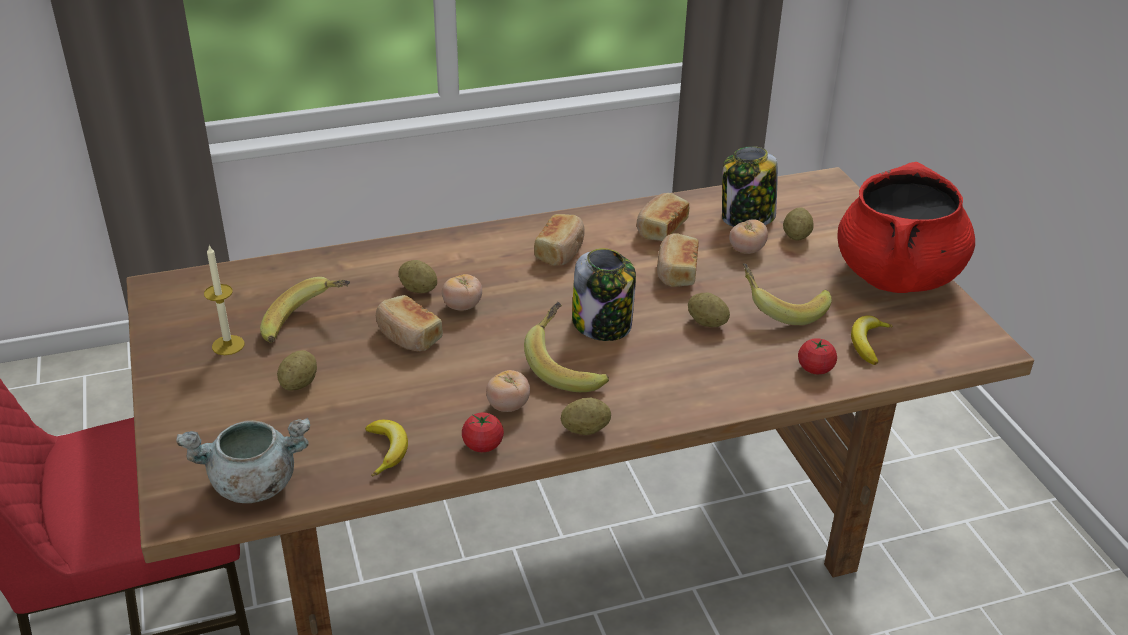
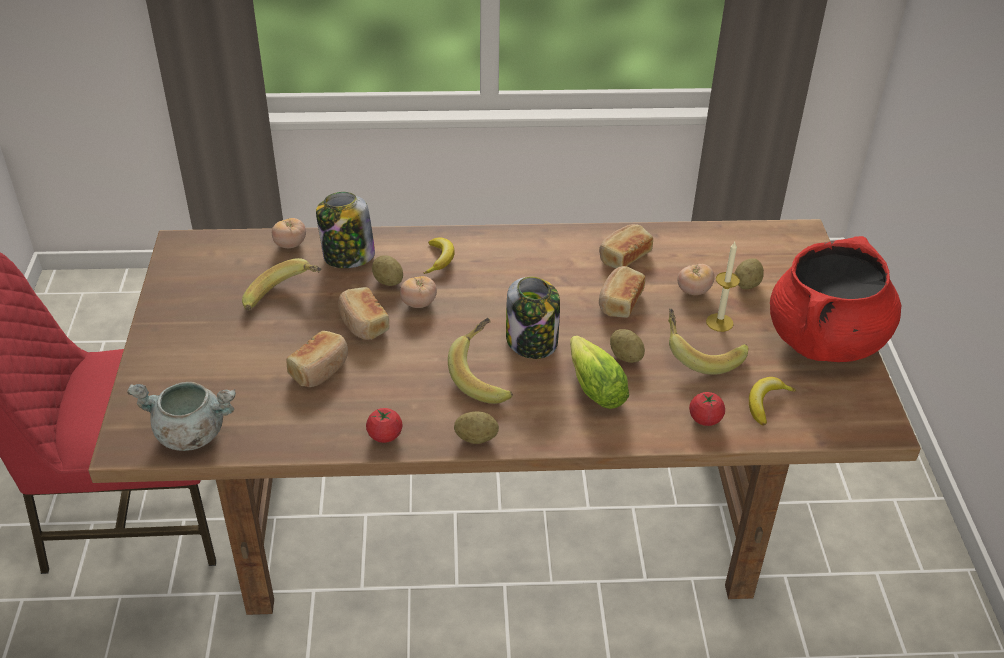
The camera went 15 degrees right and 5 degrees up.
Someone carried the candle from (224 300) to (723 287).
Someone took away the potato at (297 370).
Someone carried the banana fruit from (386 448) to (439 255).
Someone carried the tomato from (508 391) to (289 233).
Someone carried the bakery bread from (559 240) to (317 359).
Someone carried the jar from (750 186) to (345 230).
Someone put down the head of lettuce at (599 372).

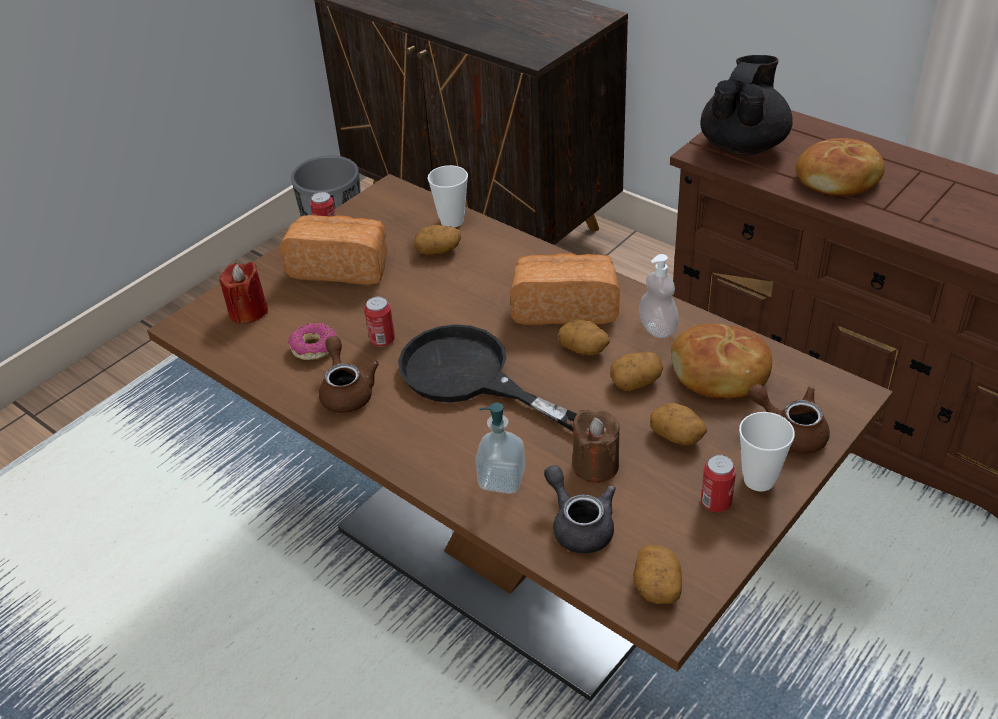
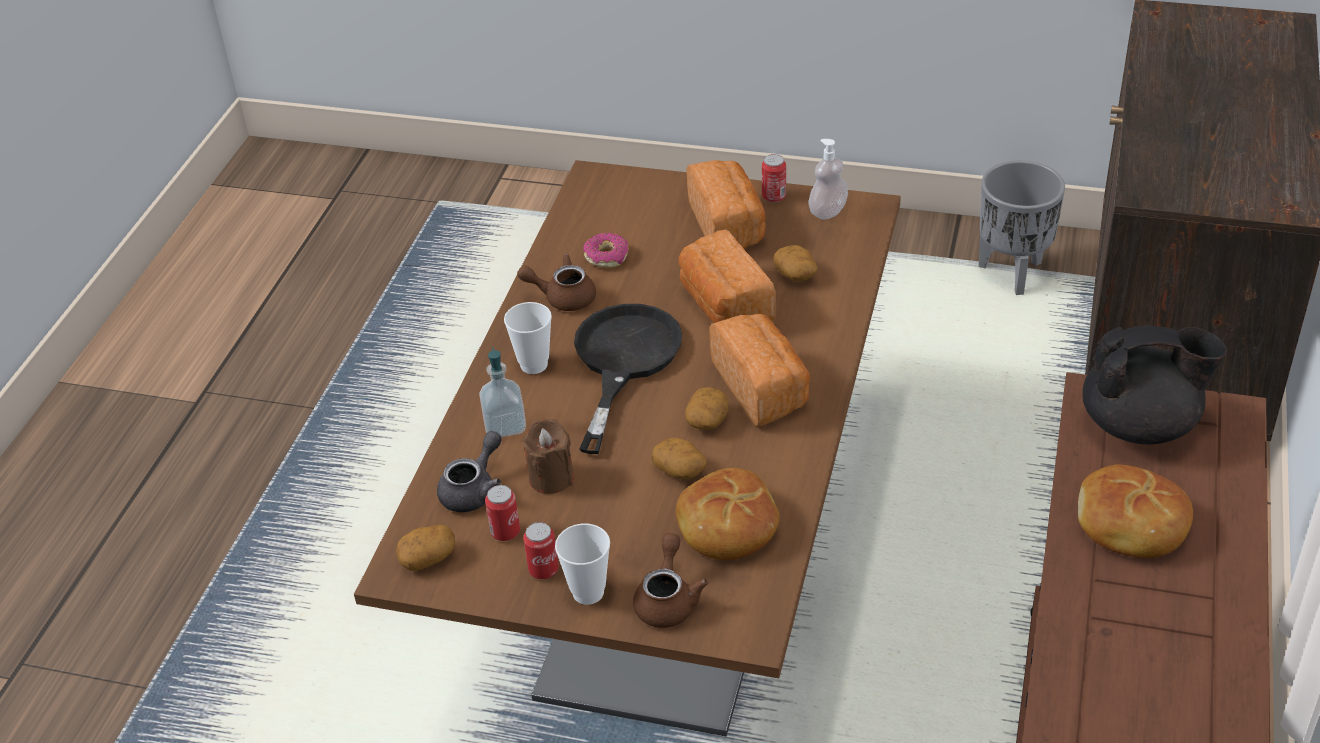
The camera went 65 degrees right and 0 degrees up.
Someone took away the red-coloured candle at (243 293).
Someone rotated the brown teapot at (349 374) by 135 degrees counterclockwise.
Someone carried the can from (379 322) to (502 513).
Someone carried the drinking cup from (448 196) to (528 338).
Someone carried the soap bottle from (659 296) to (828 179).
Someone took away the potato at (678 424).
Someone put down the bakery bread at (727 276).

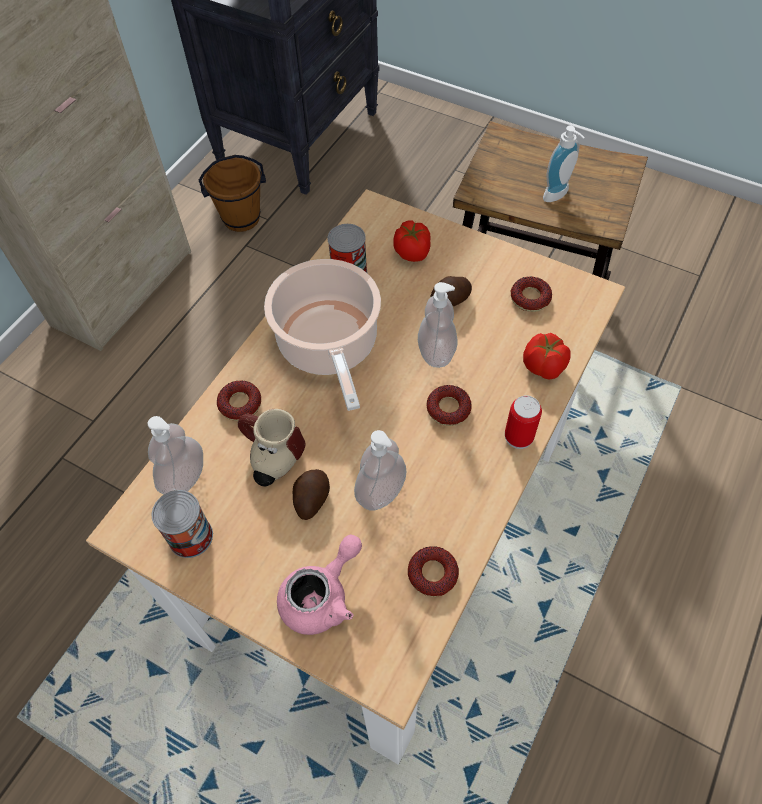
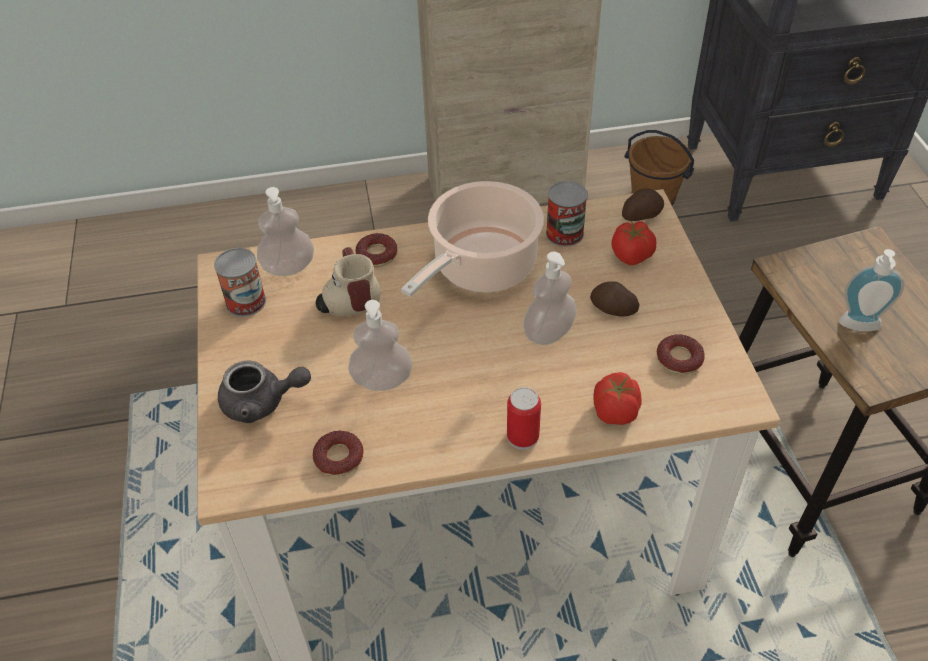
The camera went 50 degrees right and 10 degrees down.
Someone repainted the pink teapot at (319 585), which became the gray teapot at (264 391).
Someone carried the potato from (311 494) to (643 204).
Someone took away the donut at (449 405).

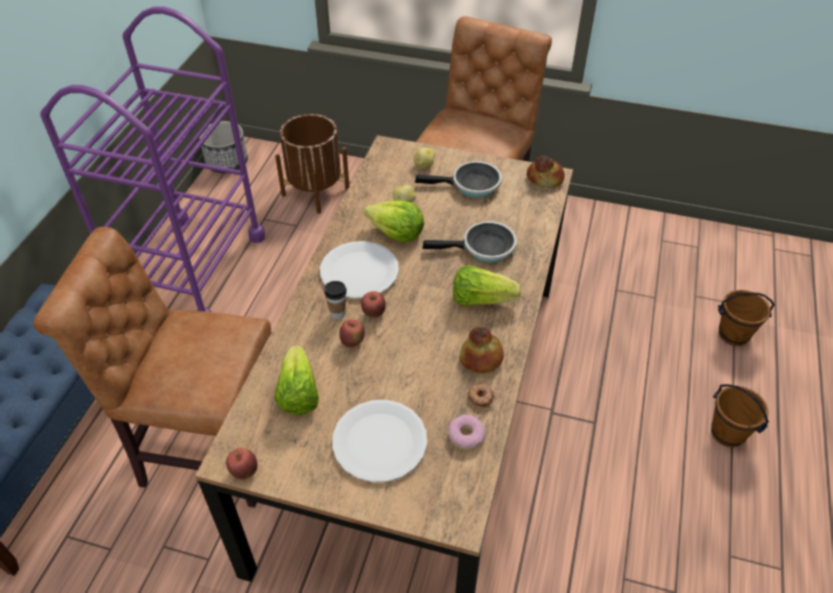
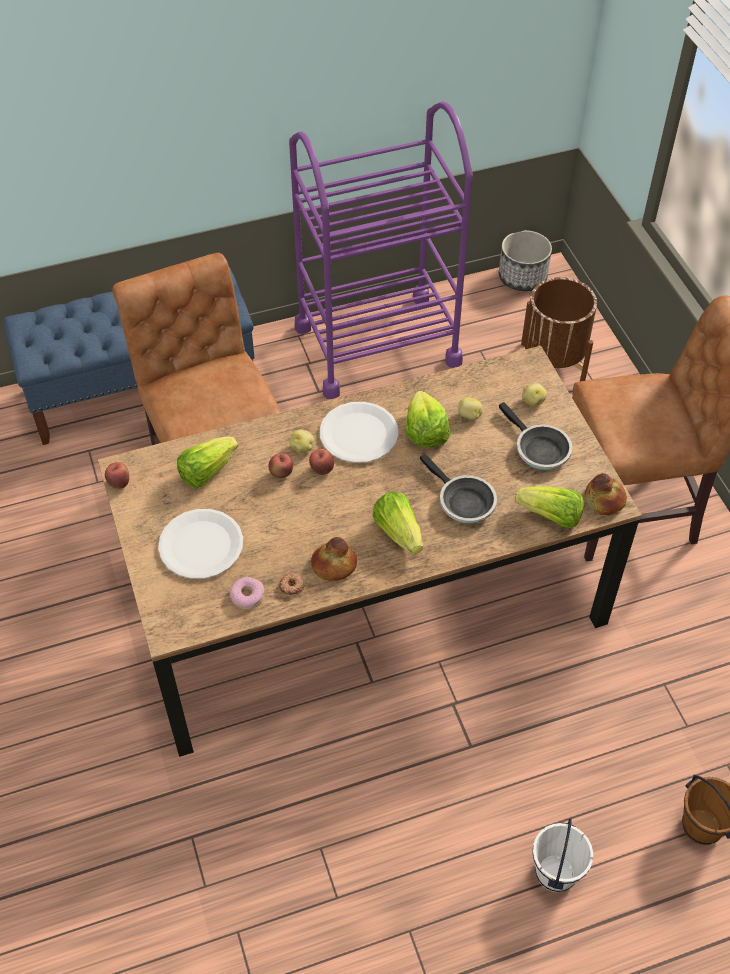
The camera went 55 degrees right and 5 degrees up.
Someone swapped the drinking cup at (335 300) for the potato at (302 441).
Someone repainted the brown pail at (740 415), which became the white-coloured pail at (562 855).
Someone put down the head of lettuce at (549 507).

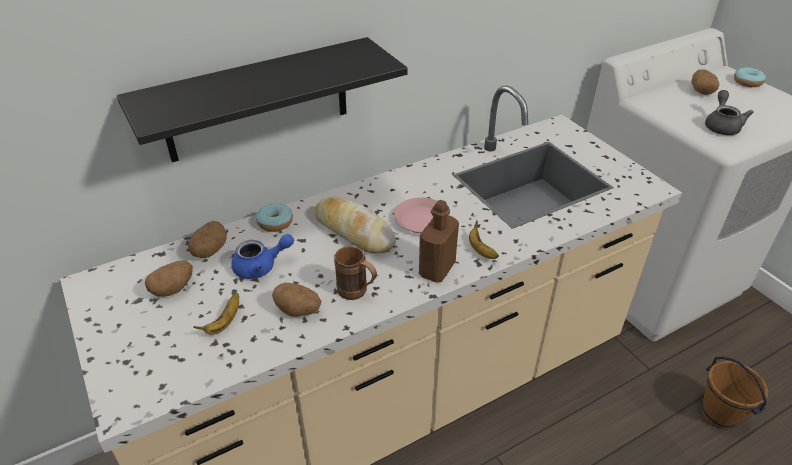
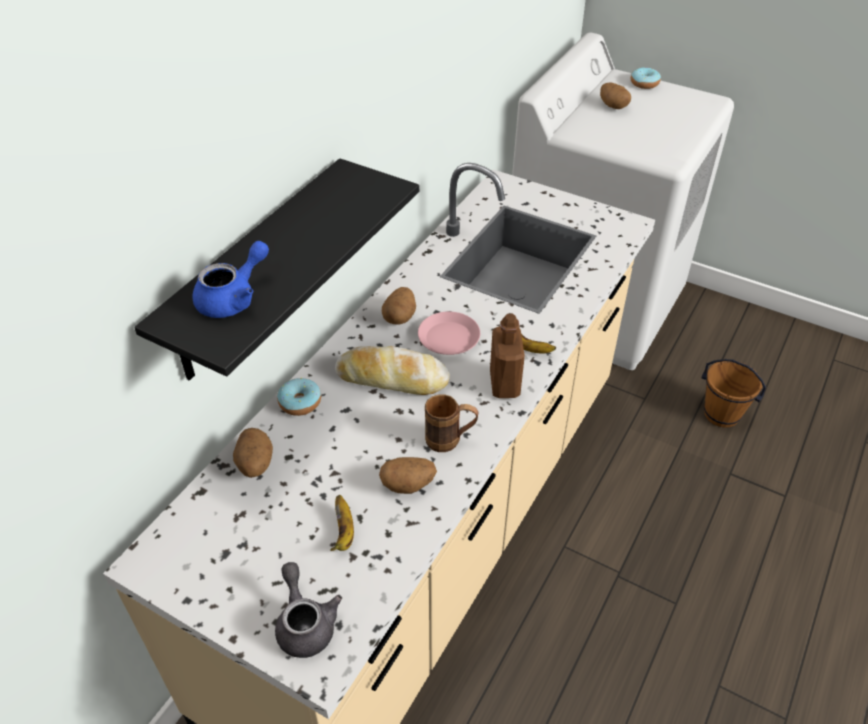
The camera went 30 degrees left and 5 degrees up.
Someone carried the potato from (169 279) to (399 306).
Someone carried the bluish teapot from (262 256) to (231 279).
Someone carried the gray teapot from (729 112) to (308 610).

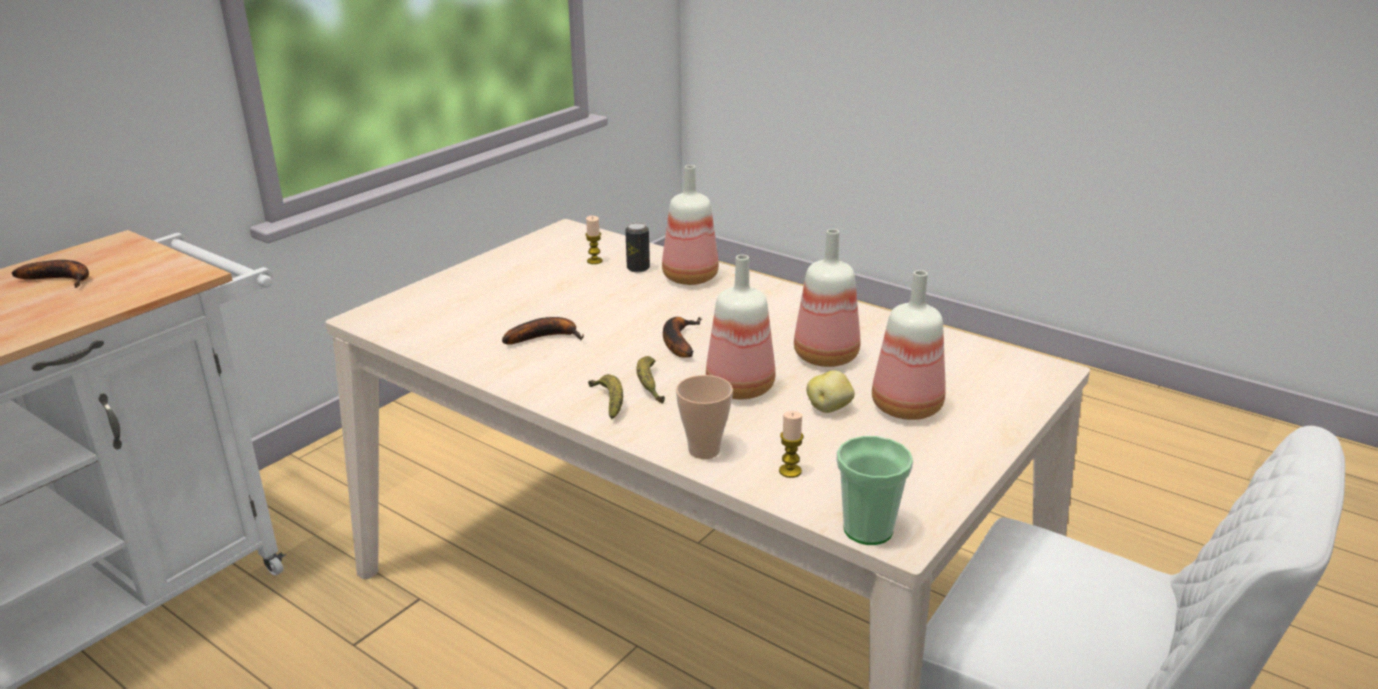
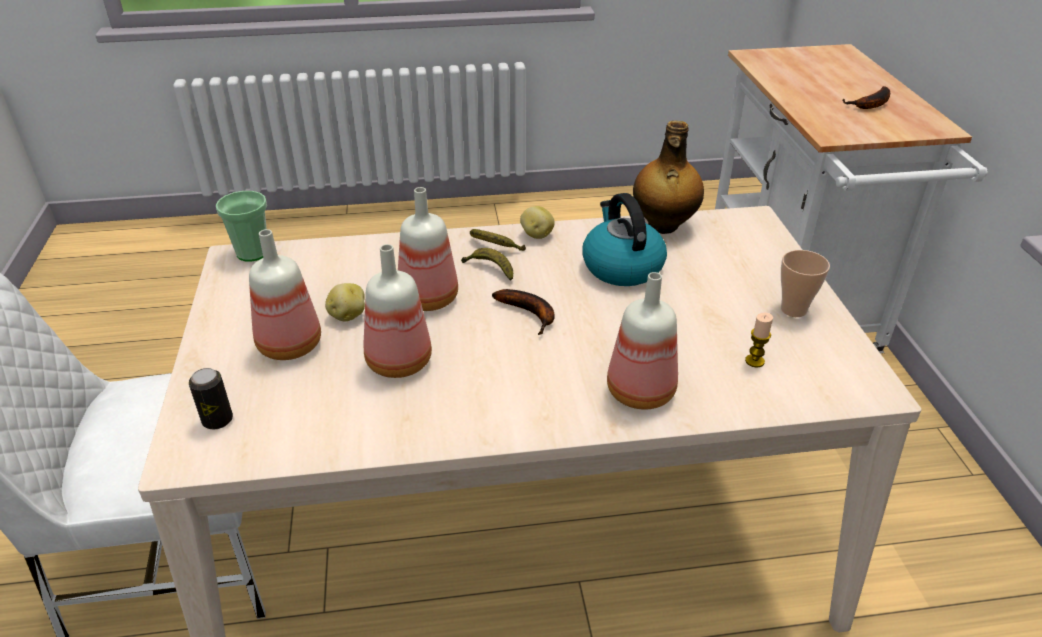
The camera went 135 degrees right and 10 degrees up.
Someone swapped the banana fruit at (543 331) for the water kettle at (624 239).
Someone carried the can from (637 248) to (211 398).
Someone carried the drinking cup from (704 417) to (805 283).
Someone took away the candle at (791 444).
Someone put down the potato at (537 222).
Someone put down the drink bottle at (668 177).

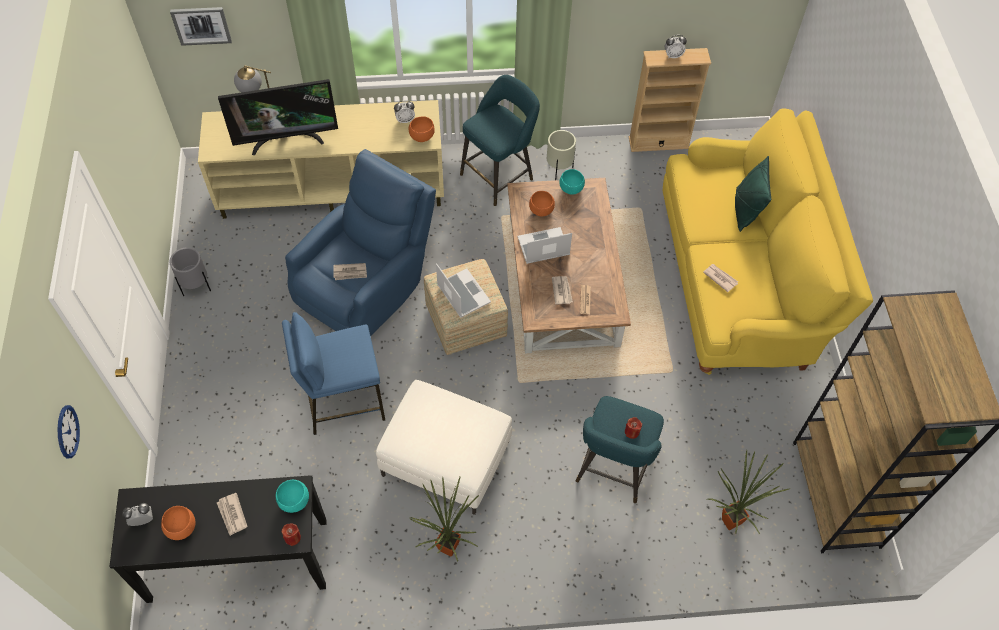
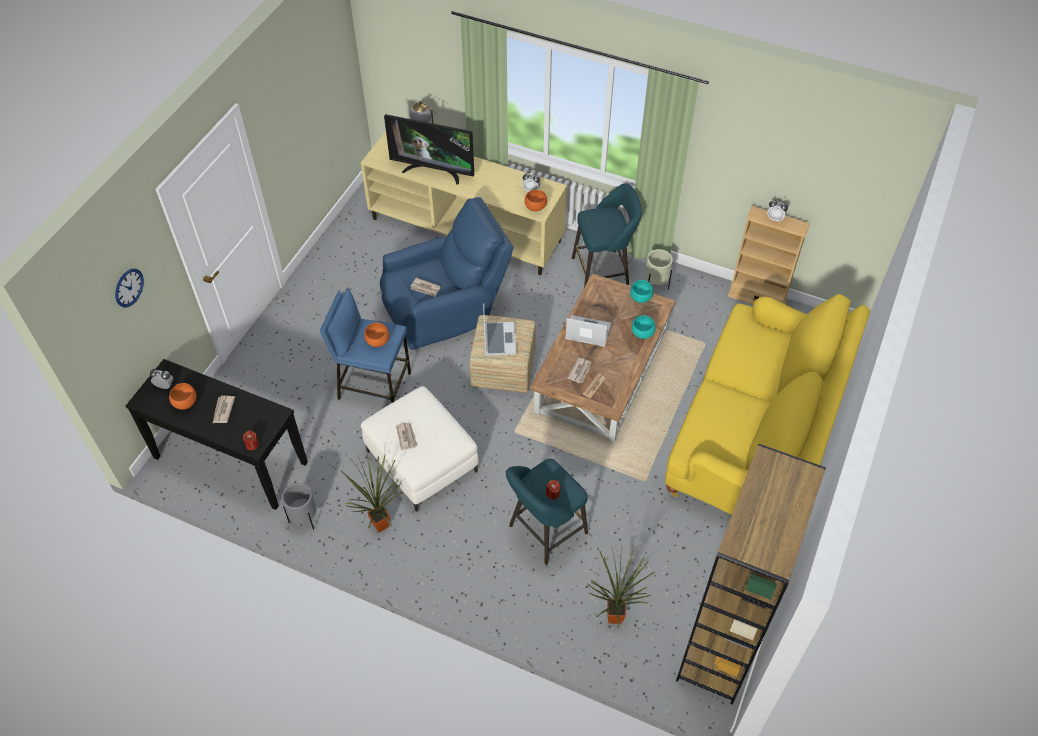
The camera went 30 degrees right and 5 degrees down.
Someone took away the wall art at (201 26).
Someone carried the gray plant pot from (190 271) to (299 506).
Someone carried the turquoise bowl from (292 496) to (644 327).
Someone carried the orange bowl from (542 203) to (376 334).
Someone carried the daily paper from (720 278) to (407 436).
Someone took away the greenish pillow at (753 194).

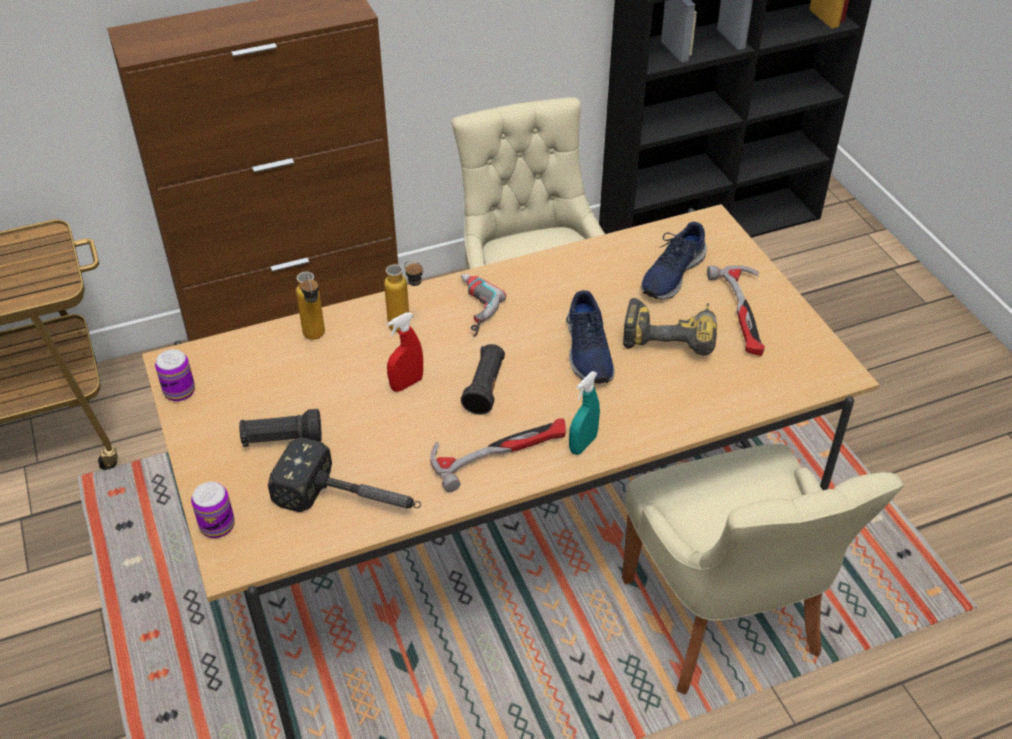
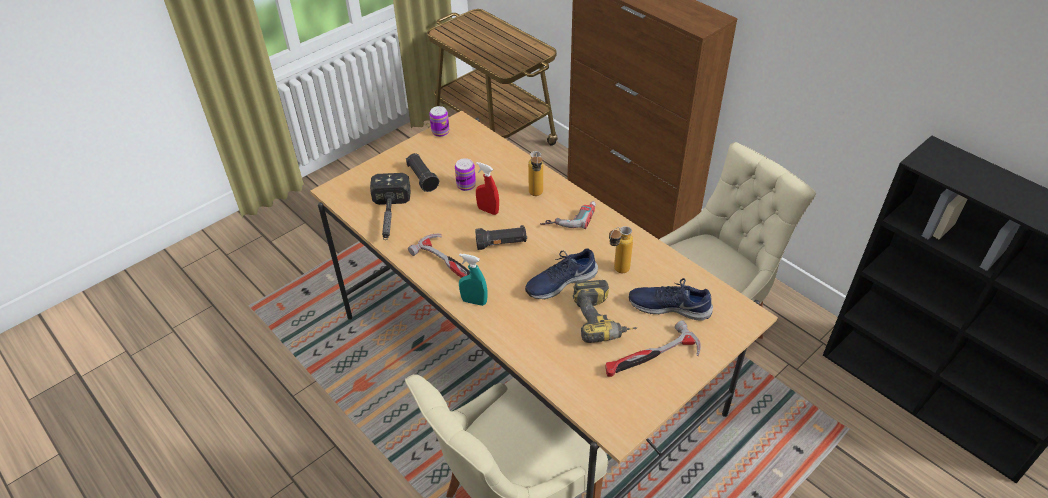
The camera went 70 degrees right and 0 degrees up.
Someone carried the can from (213 510) to (465 174).
Someone carried the drink bottle from (310 306) to (621 249).

